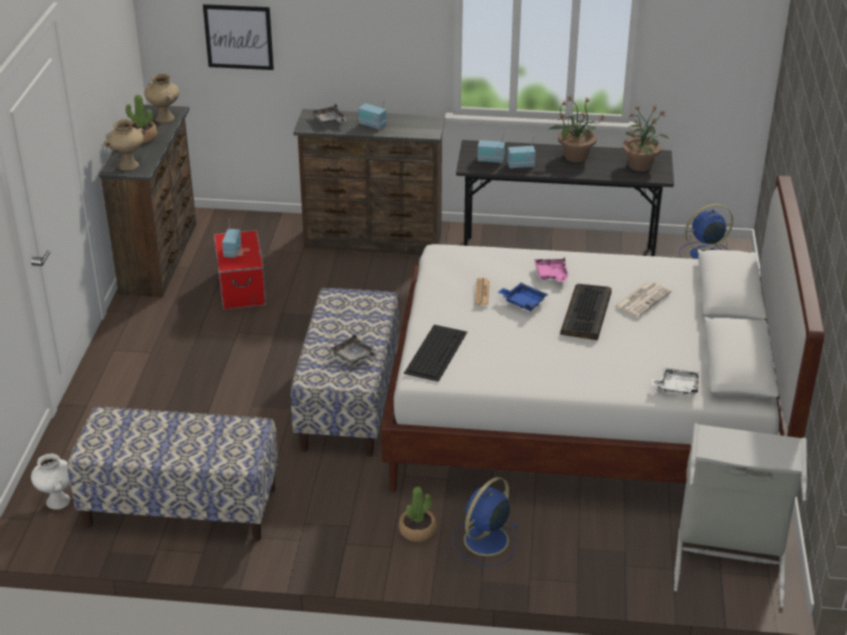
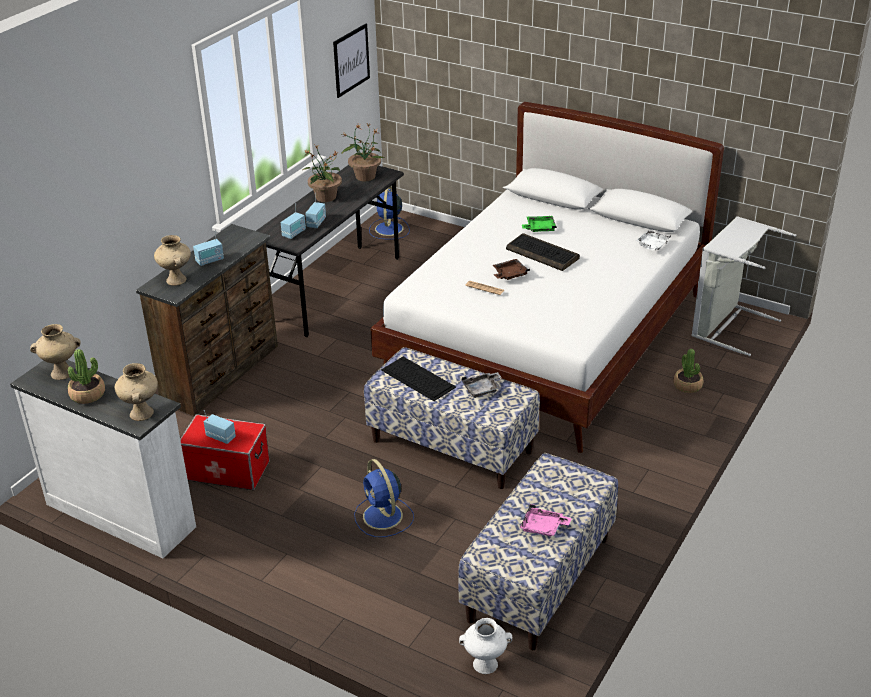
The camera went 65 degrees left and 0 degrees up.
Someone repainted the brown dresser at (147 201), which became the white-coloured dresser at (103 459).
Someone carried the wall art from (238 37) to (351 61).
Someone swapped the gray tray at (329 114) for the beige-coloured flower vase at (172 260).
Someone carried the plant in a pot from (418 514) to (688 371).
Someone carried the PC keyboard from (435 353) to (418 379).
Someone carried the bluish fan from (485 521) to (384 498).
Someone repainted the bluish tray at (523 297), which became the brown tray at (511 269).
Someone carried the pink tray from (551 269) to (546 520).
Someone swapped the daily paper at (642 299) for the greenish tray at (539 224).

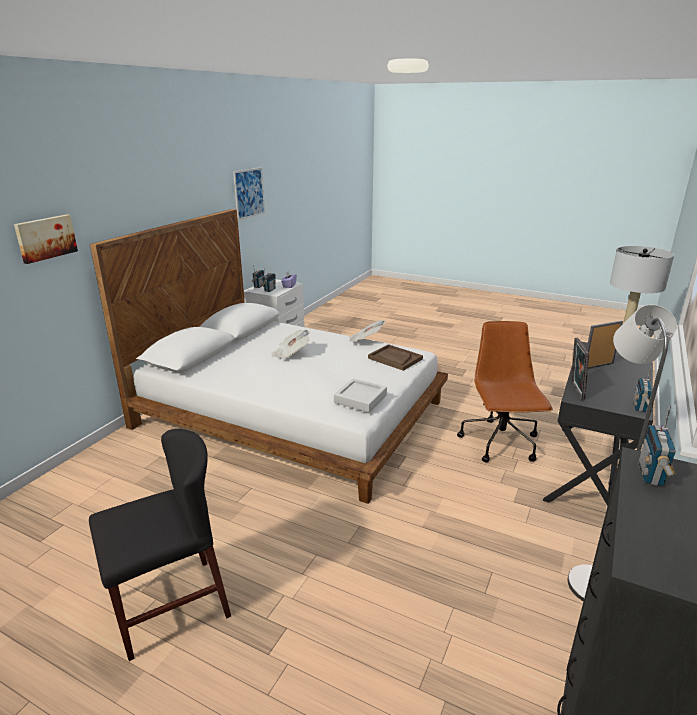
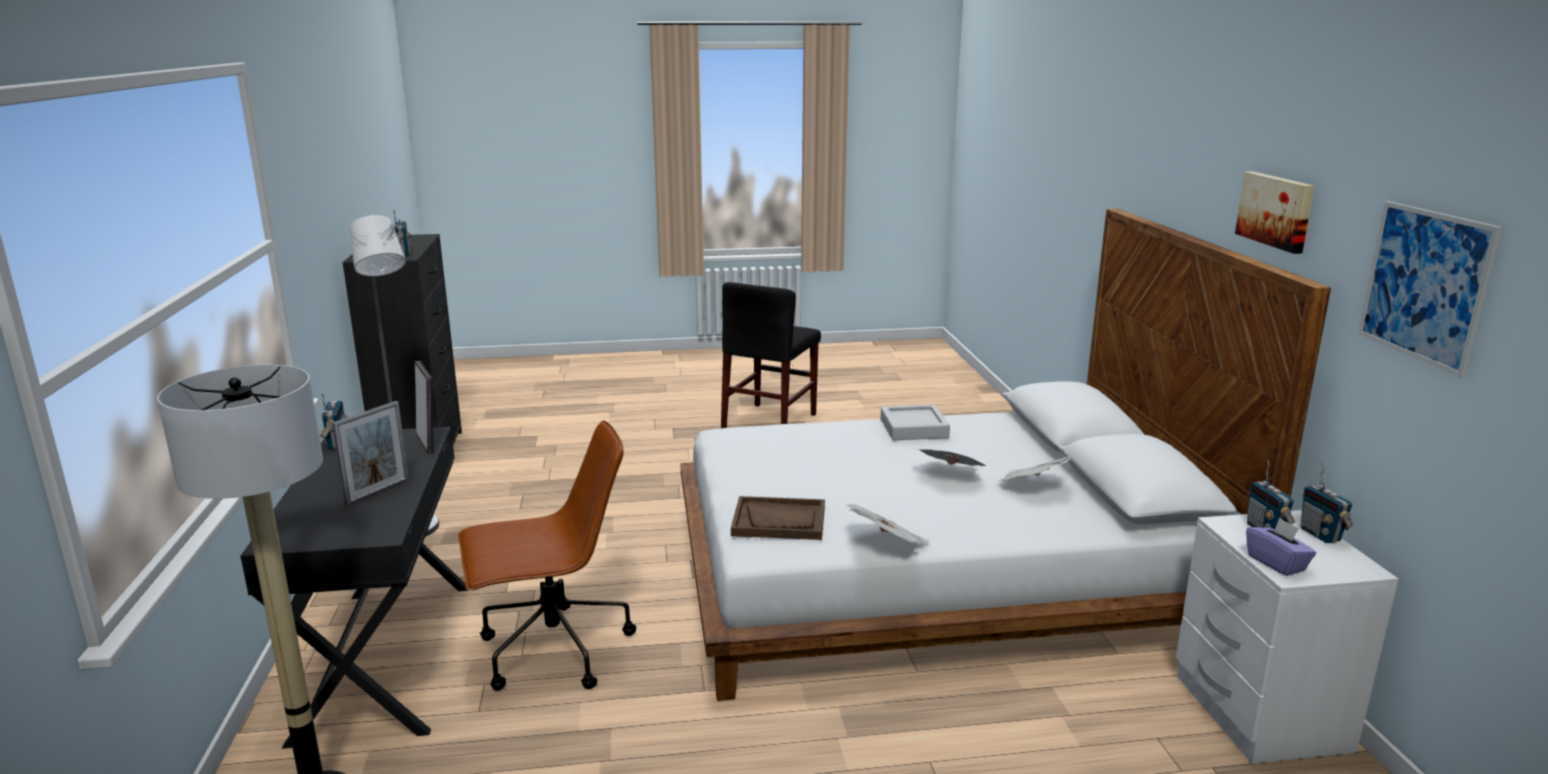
The camera went 145 degrees right and 5 degrees down.
Someone carried the wall art from (46 239) to (1274 212).
Someone carried the gray tray from (360 395) to (915 422).
Someone rotated the brown office chair at (505 391) by 75 degrees counterclockwise.
Someone put down the daily paper at (1034 469).

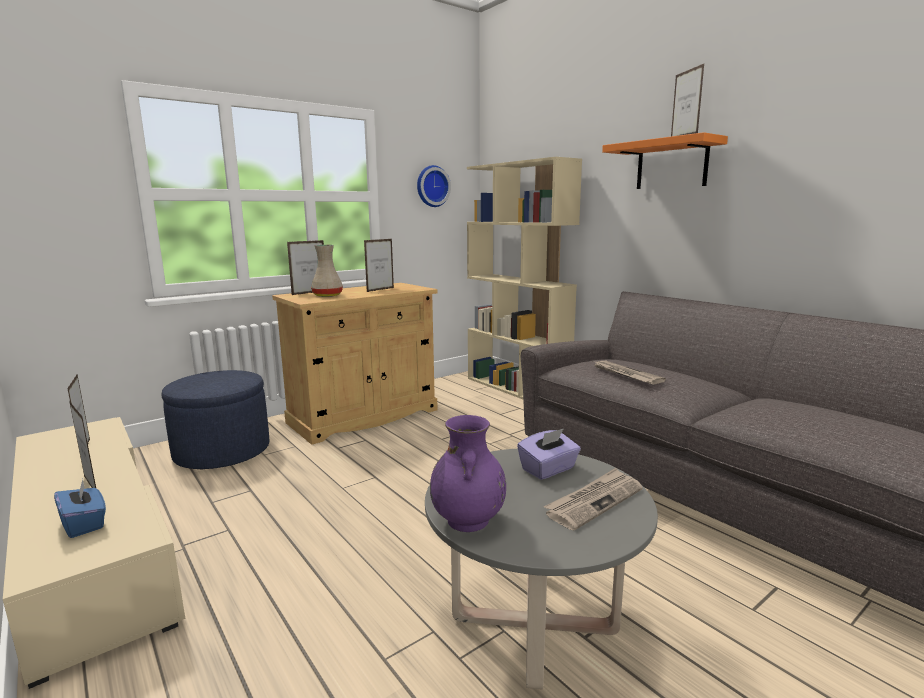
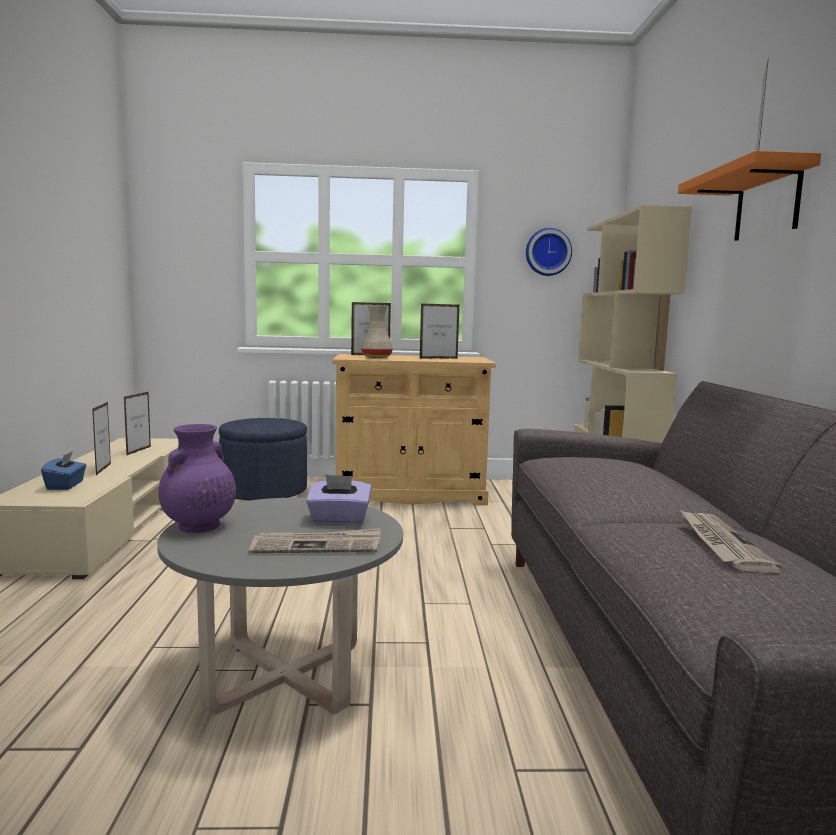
The camera went 35 degrees right and 5 degrees down.
Someone carried the daily paper from (629 373) to (731 541).

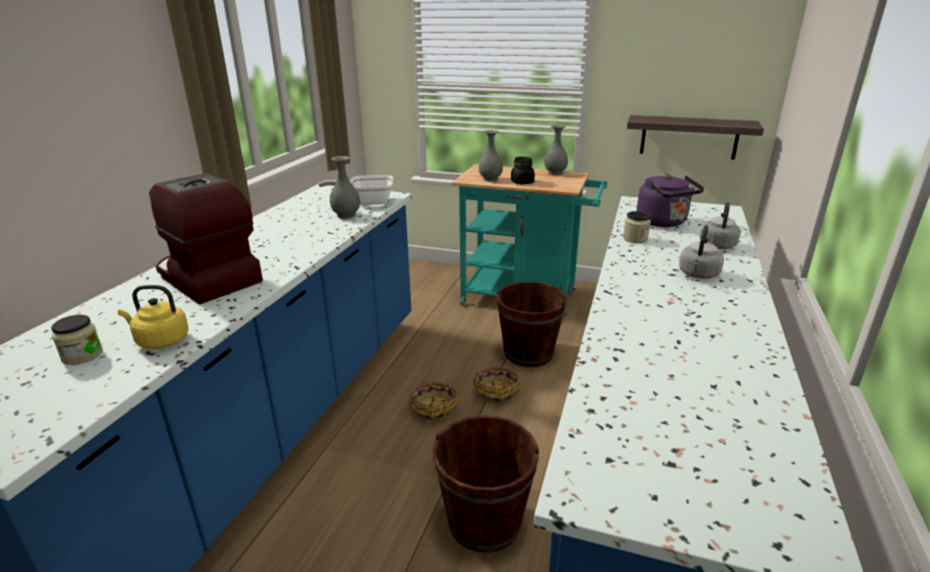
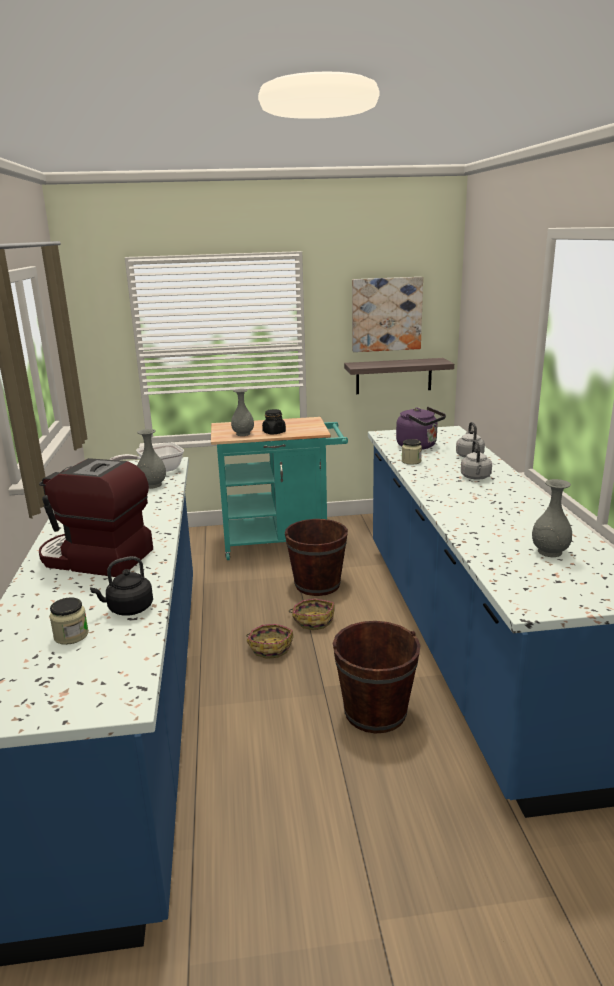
The camera went 25 degrees left and 5 degrees down.
Someone repainted the yellowish water kettle at (153 317), which became the black-coloured water kettle at (121 586).
Someone carried the gray flower vase from (556 150) to (552 518).
Someone put up the wall art at (387 314).

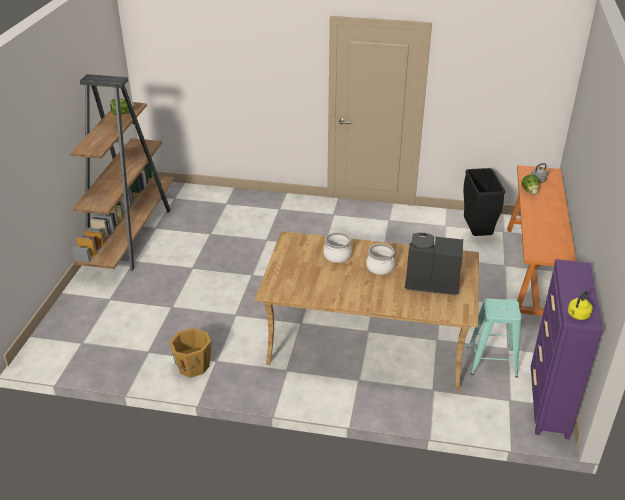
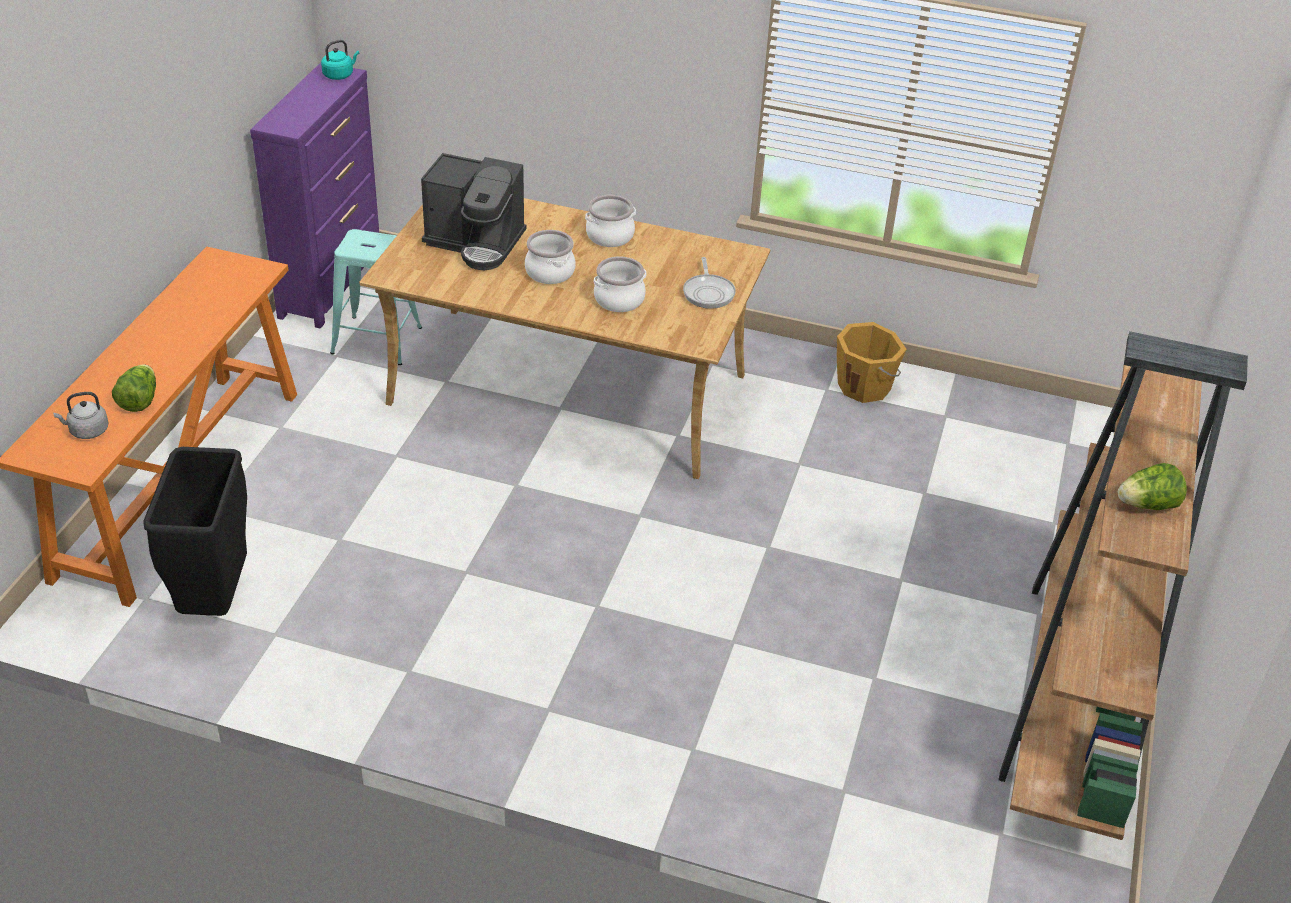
The camera went 175 degrees left and 5 degrees up.
Someone repainted the yellowish water kettle at (580 305), which became the turquoise water kettle at (340 60).
Someone put down the stockpot at (610 221).
Someone put down the frying pan at (709 283).

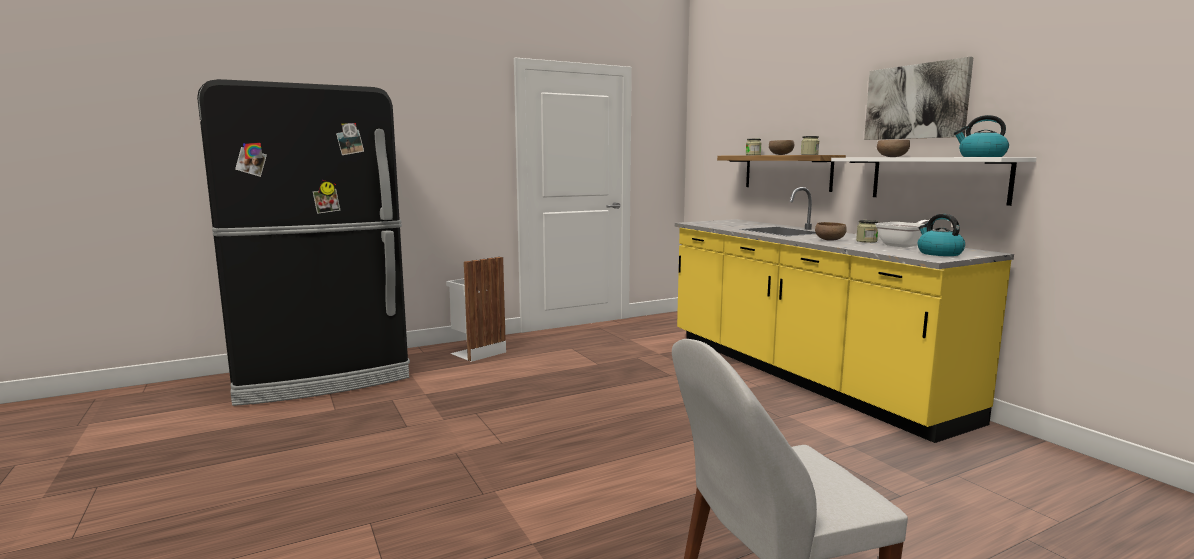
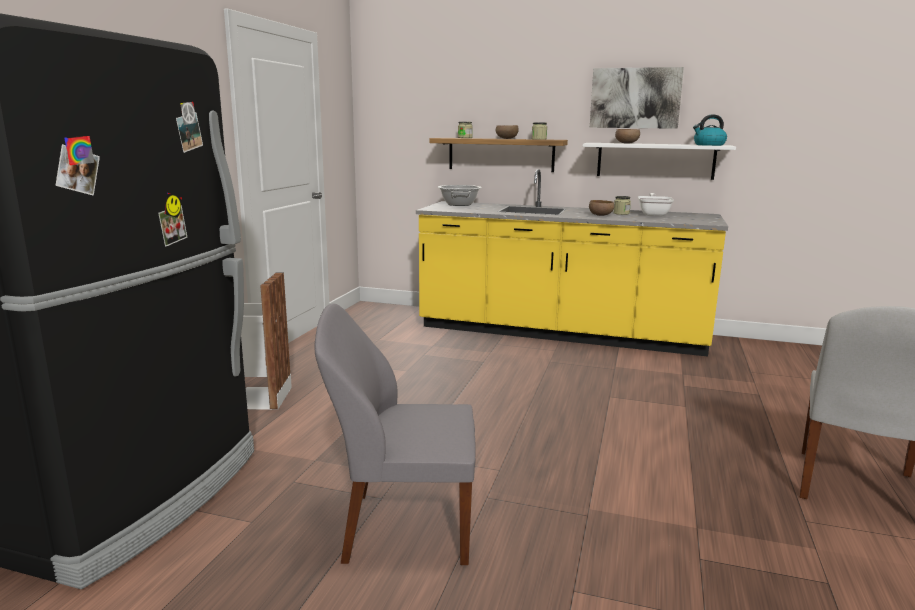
The camera went 45 degrees left and 5 degrees up.
Someone took away the water kettle at (941 235).
Someone put down the gray upright chair at (395 434).
Someone put down the stockpot at (460 195).

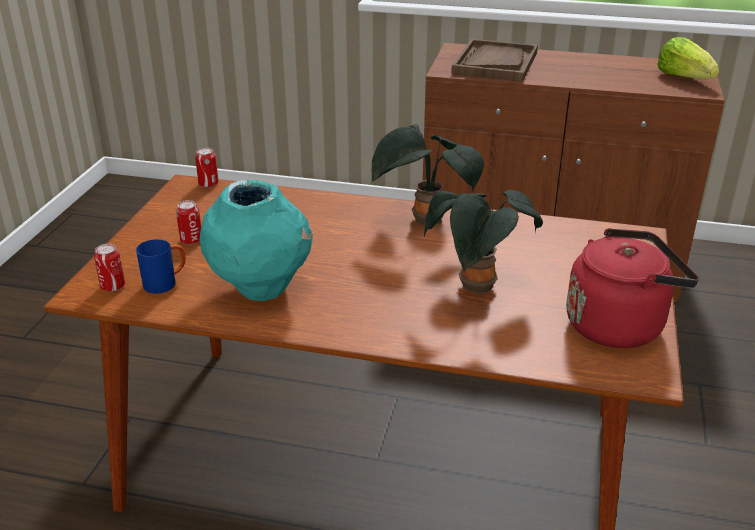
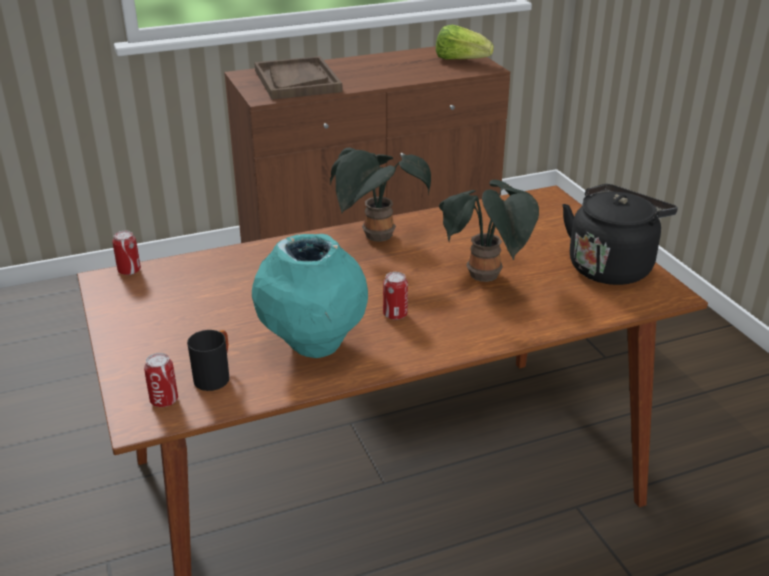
The camera went 35 degrees left and 0 degrees up.
Someone repainted the bluish mug at (161 266), which became the black-coloured mug at (208 360).
Someone carried the can from (188 222) to (395 296).
Someone repainted the red-coloured water kettle at (632 288), which became the black-coloured water kettle at (620 234).

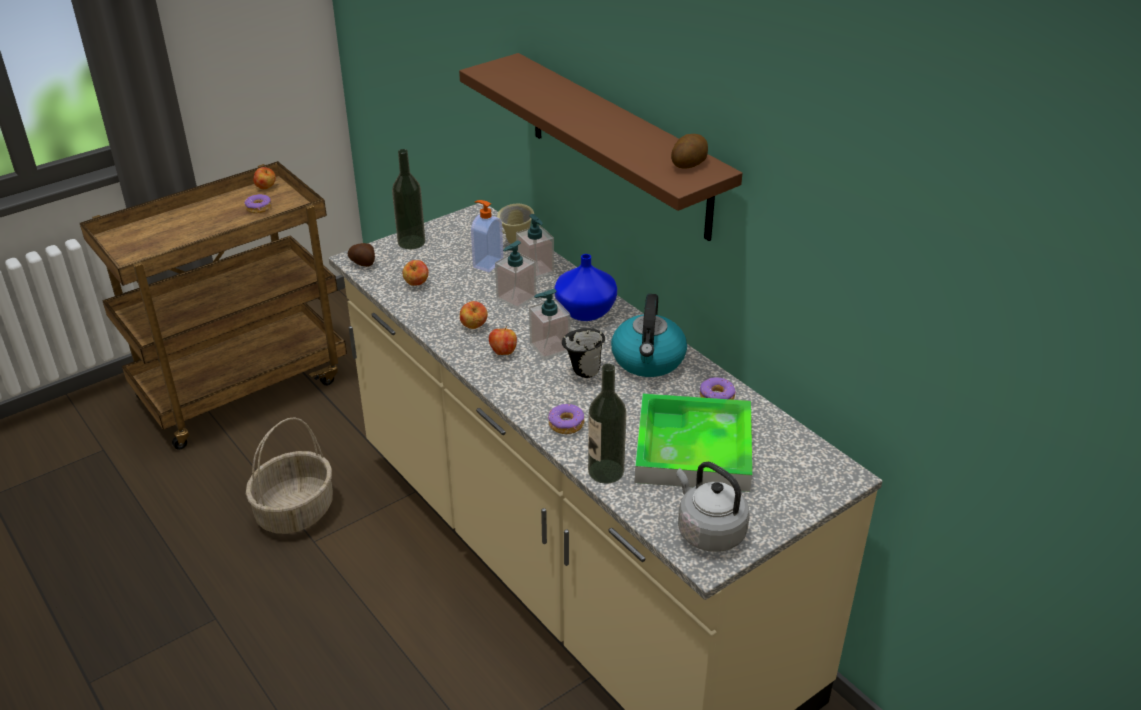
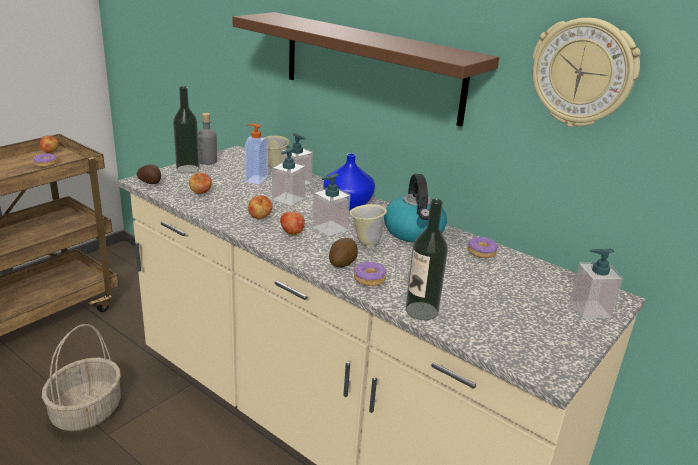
The camera went 15 degrees left and 10 degrees down.
Someone repainted the black-coloured mug at (583 353), which became the beige-coloured mug at (368 225).
Someone took away the tray at (693 442).
Someone carried the potato from (689 151) to (343 252).
Someone took away the gray water kettle at (713 507).
Someone put down the gray drink bottle at (207 139).
Someone put up the wall clock at (586 72).
Someone put down the soap bottle at (596 283).

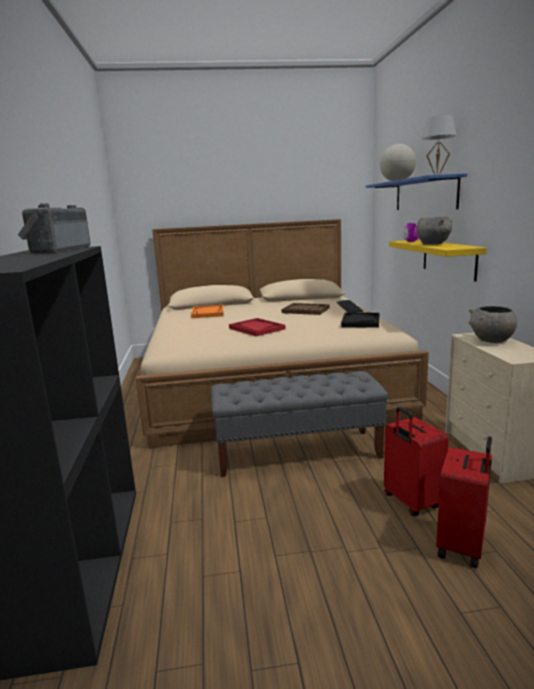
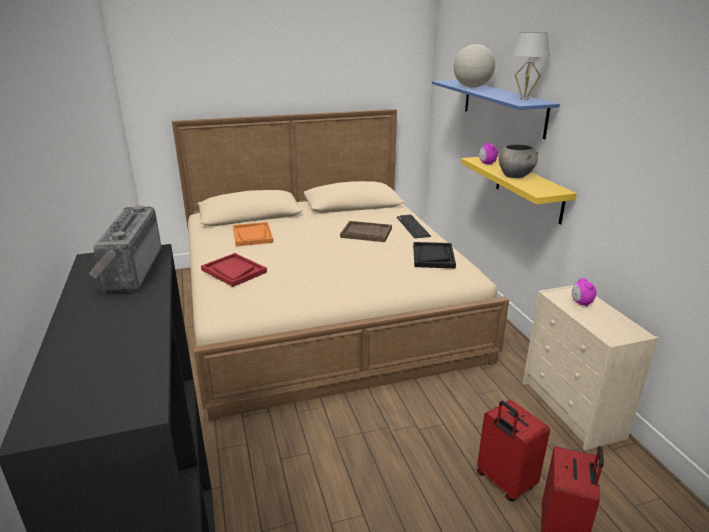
The camera went 10 degrees left and 10 degrees up.
Someone took away the gray bench at (299 424).
Someone carried the red-coloured tray from (257 327) to (234 270).
Someone swapped the gray bowl at (493 324) for the alarm clock at (584 292).

